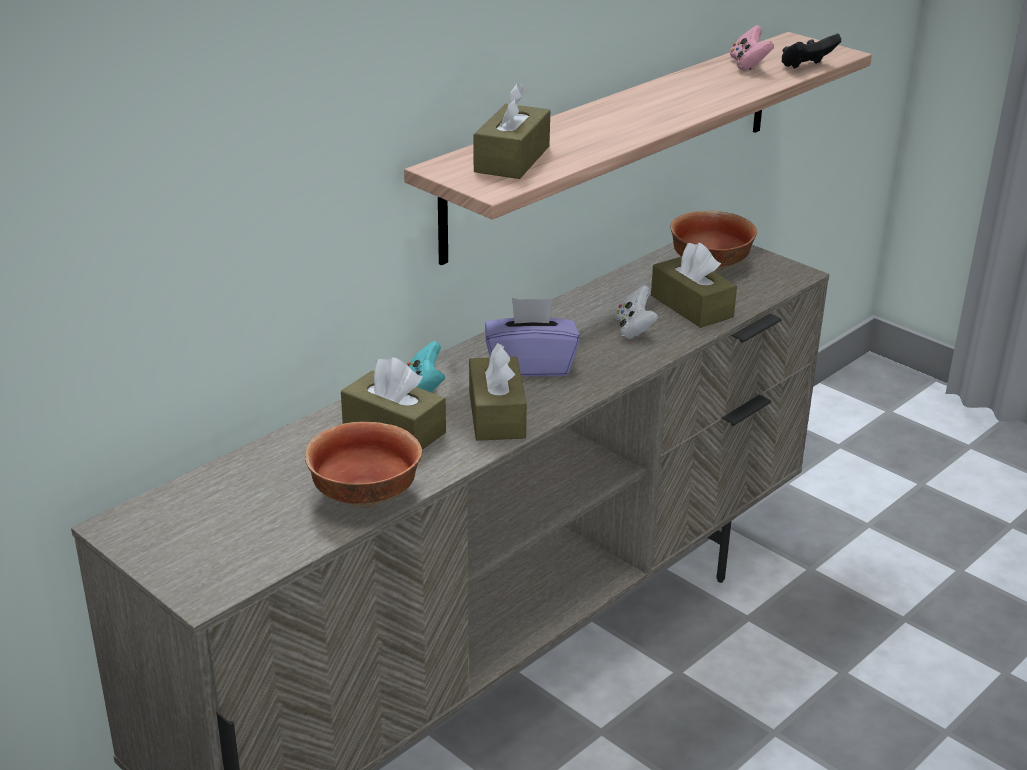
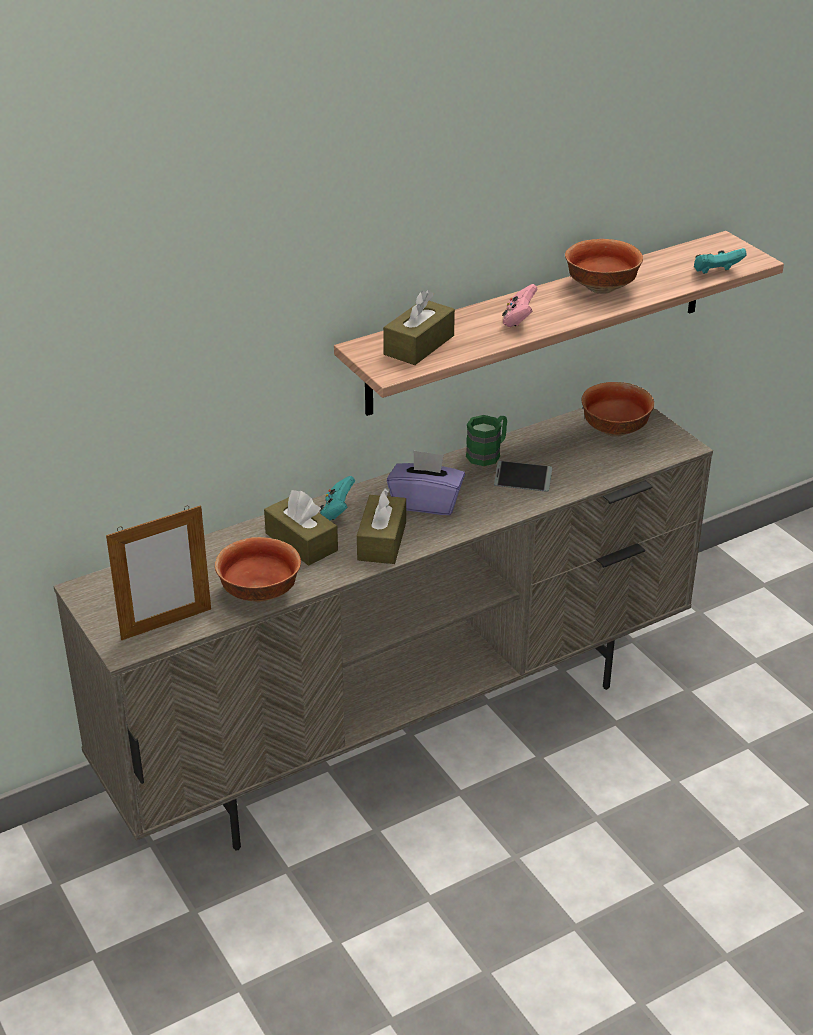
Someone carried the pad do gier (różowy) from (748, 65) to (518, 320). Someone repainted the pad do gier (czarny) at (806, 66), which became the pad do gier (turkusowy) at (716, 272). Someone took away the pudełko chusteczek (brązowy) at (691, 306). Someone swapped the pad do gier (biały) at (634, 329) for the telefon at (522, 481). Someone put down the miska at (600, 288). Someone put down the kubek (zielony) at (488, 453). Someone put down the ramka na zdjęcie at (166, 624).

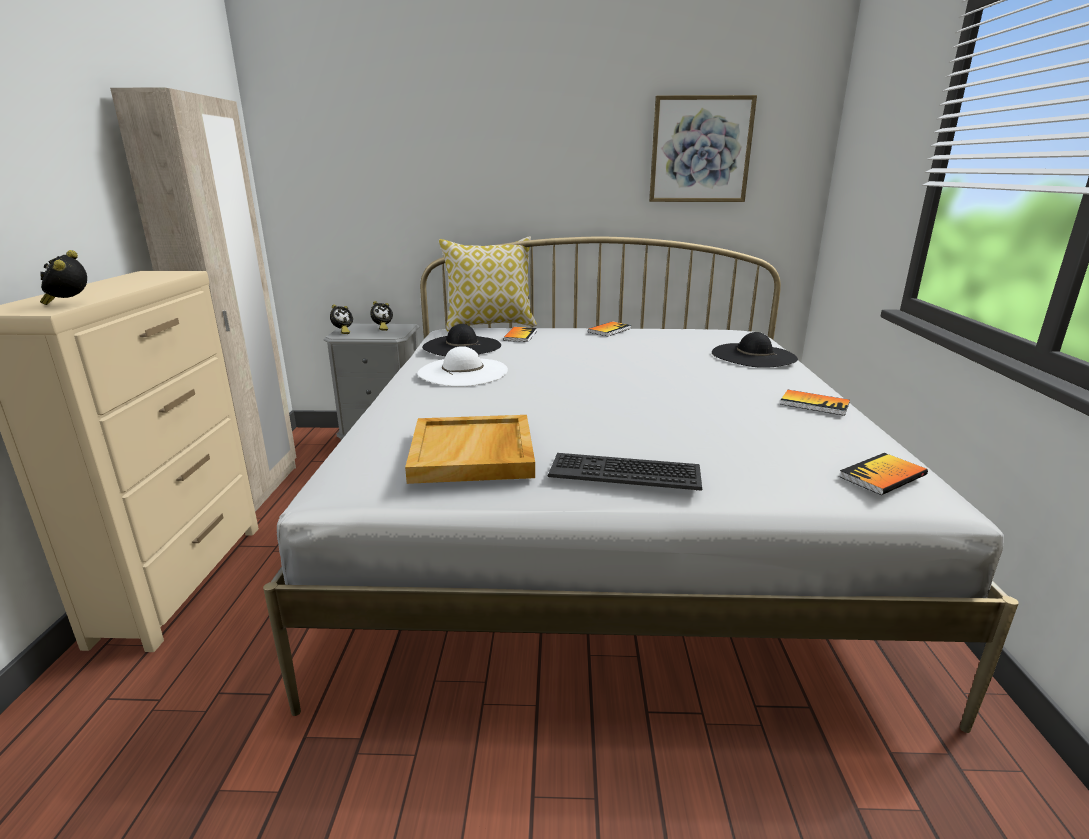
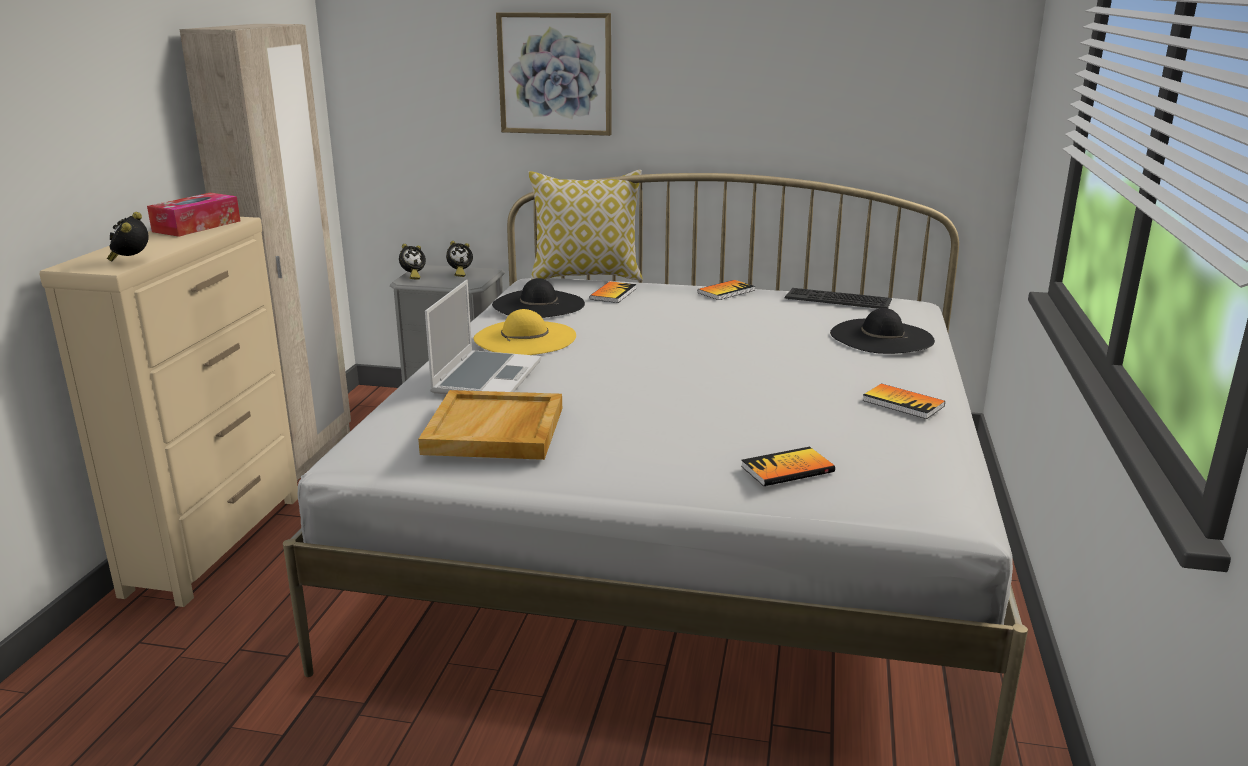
Someone carried the obraz from (700, 150) to (555, 74). Someone repainted the kapelusz (biały) at (463, 372), which became the kapelusz (żółty) at (525, 338). Someone carried the klawiatura from (625, 472) to (838, 299). Someone carried the książka from (882, 476) to (787, 469). Someone put down the pudełko chusteczek at (197, 226). Someone put down the laptop at (486, 377).

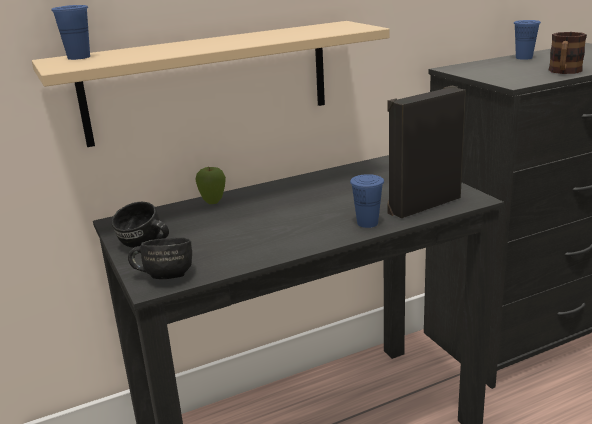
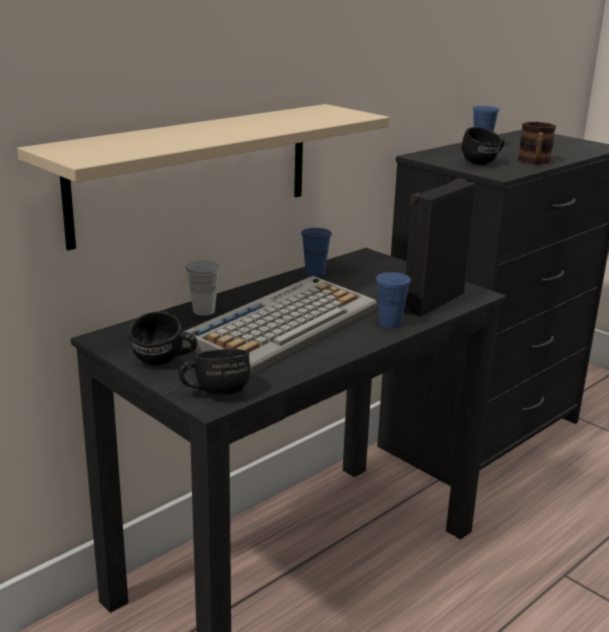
Someone carried the filiżanka (niebieski) from (79, 57) to (315, 272). Someone swapped the jabłko at (213, 203) for the filiżanka (biały) at (204, 311). Someone put down the kubek (czarny) at (484, 163). Someone put down the klawiatura at (283, 325).

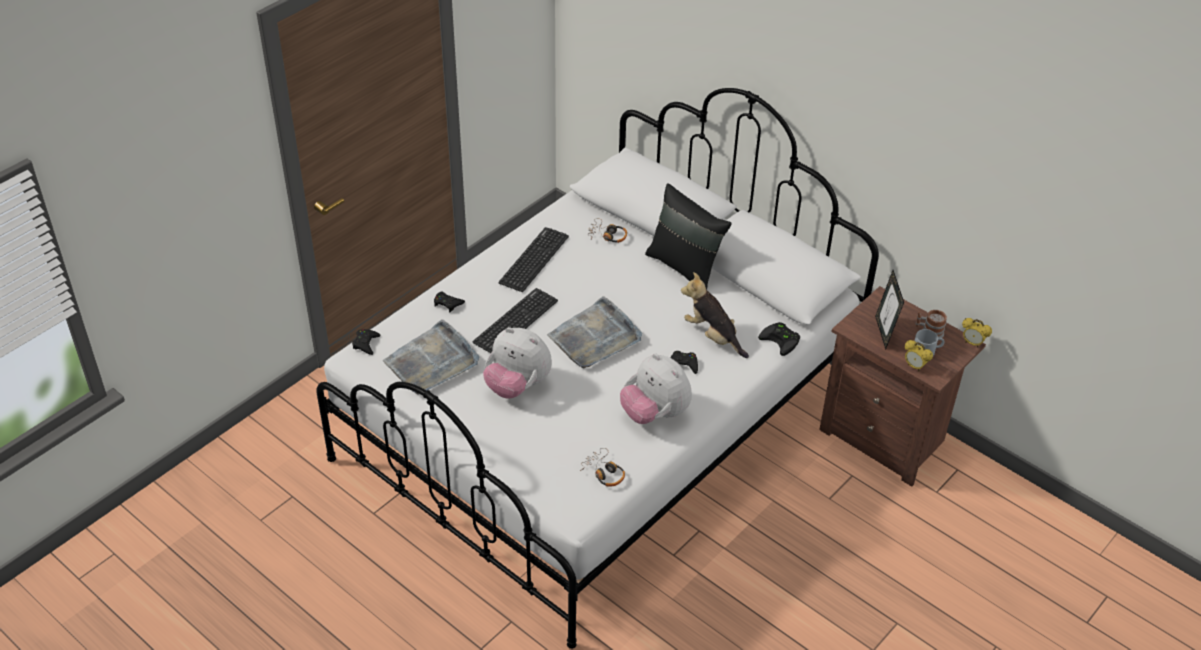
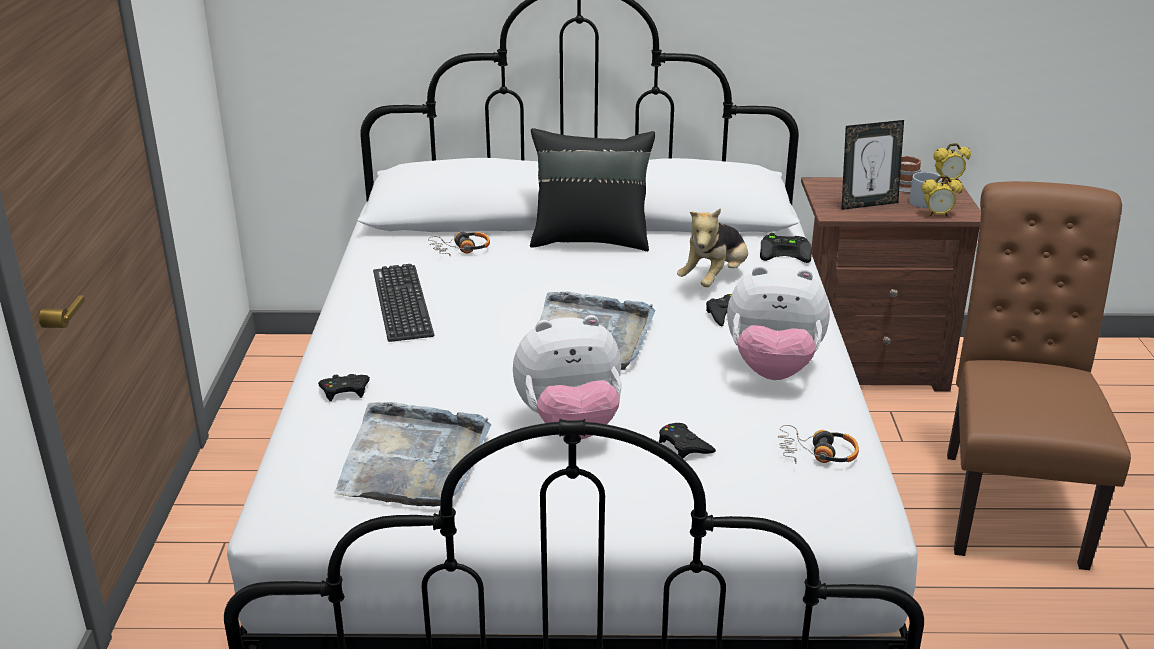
Someone rotated the ramka na zdjęcie at (884, 332) by 60 degrees counterclockwise. Someone rotated the pluszak at (713, 336) by 60 degrees counterclockwise. Someone took away the klawiatura at (515, 322). Someone carried the pad do gier (czarny) from (366, 344) to (684, 445). Someone put down the krzesło (brązowy) at (1009, 500).

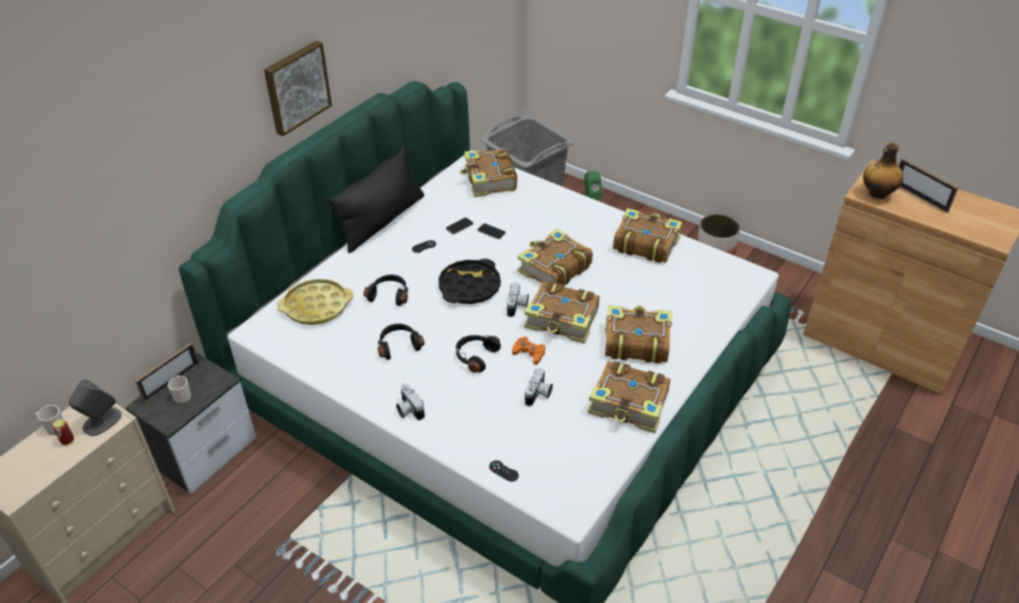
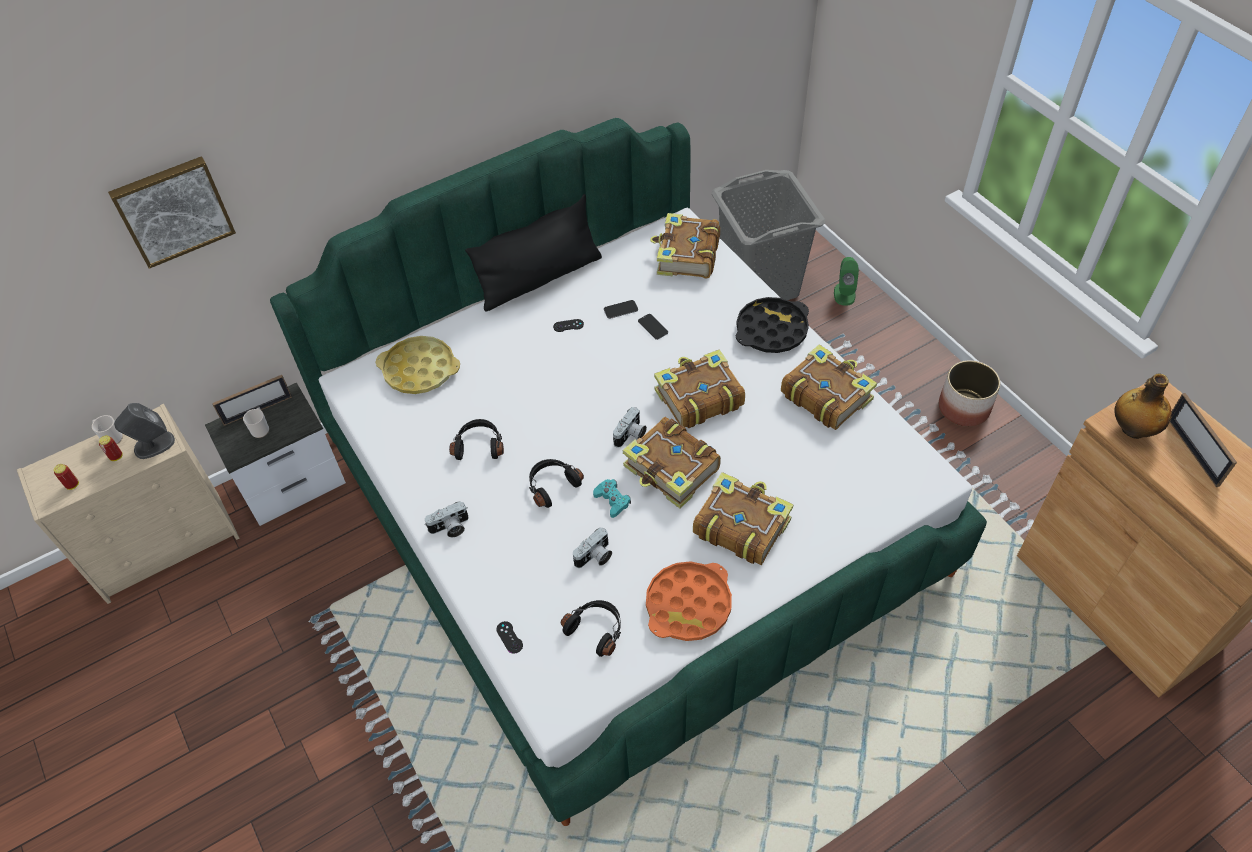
Someone carried the obraz from (296, 87) to (173, 210). Someone carried the taca (czarny) from (469, 287) to (771, 330). Someone carried the słuchawki (czarny) from (389, 295) to (596, 629). Someone repainted the pad do gier (pomarańczowy) at (529, 353), which became the pad do gier (turkusowy) at (612, 500). Someone swapped the książka at (629, 405) for the taca (pomarańczowy) at (688, 605). Someone rotated the aparat fotograficzny at (408, 410) by 105 degrees counterclockwise. Someone put down the puszka at (72, 485).

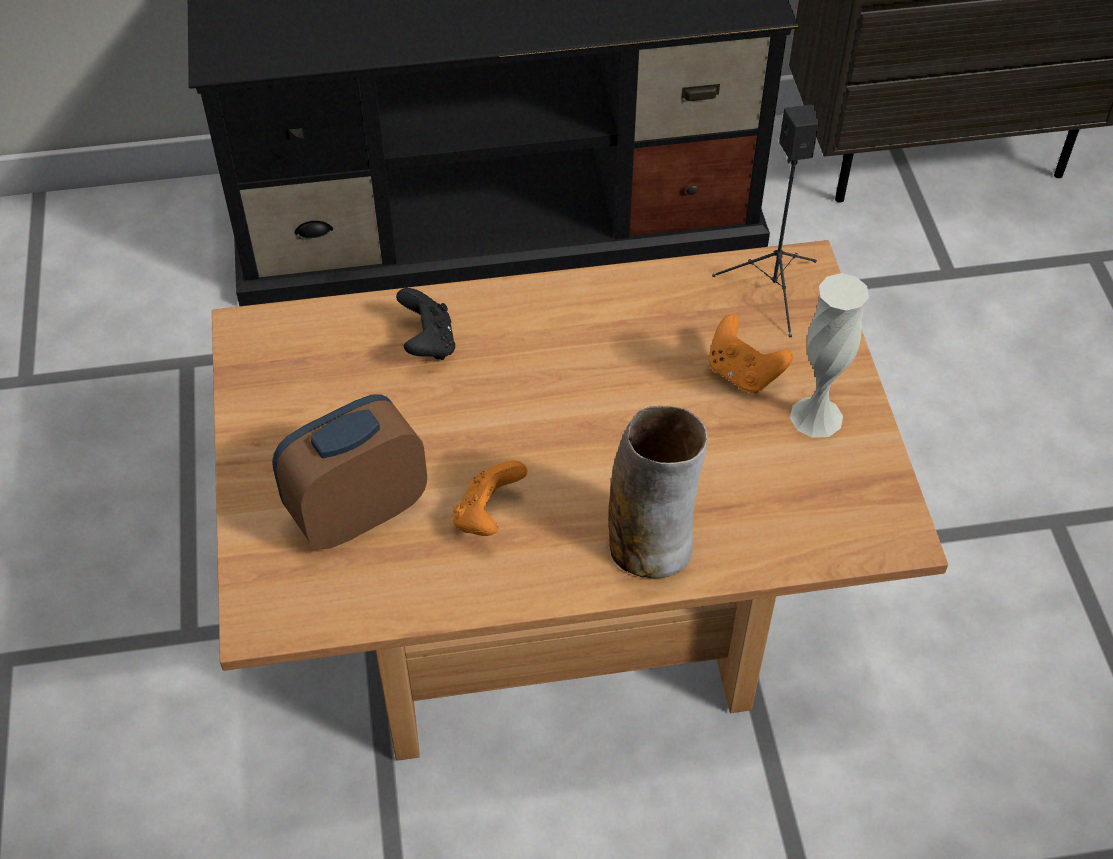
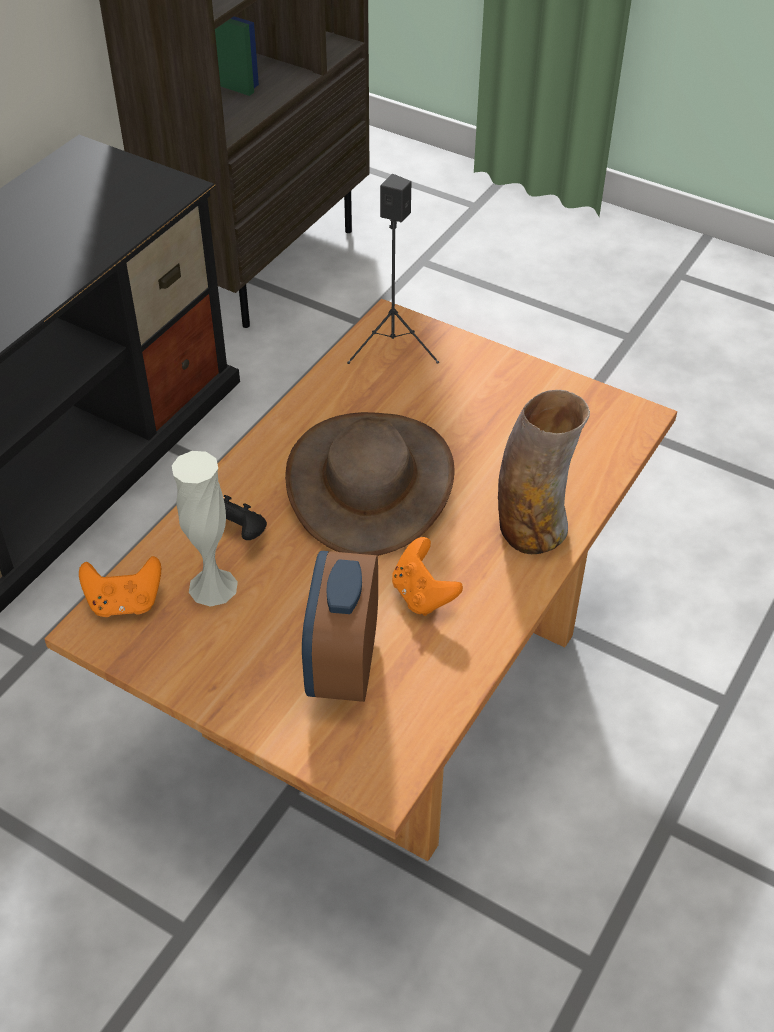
Someone carried the wazon (biały) from (816, 417) to (213, 587). Someone carried the pad do gier (pomarańczowy) from (743, 374) to (125, 603). Someone put down the kapelusz (brązowy) at (371, 483).

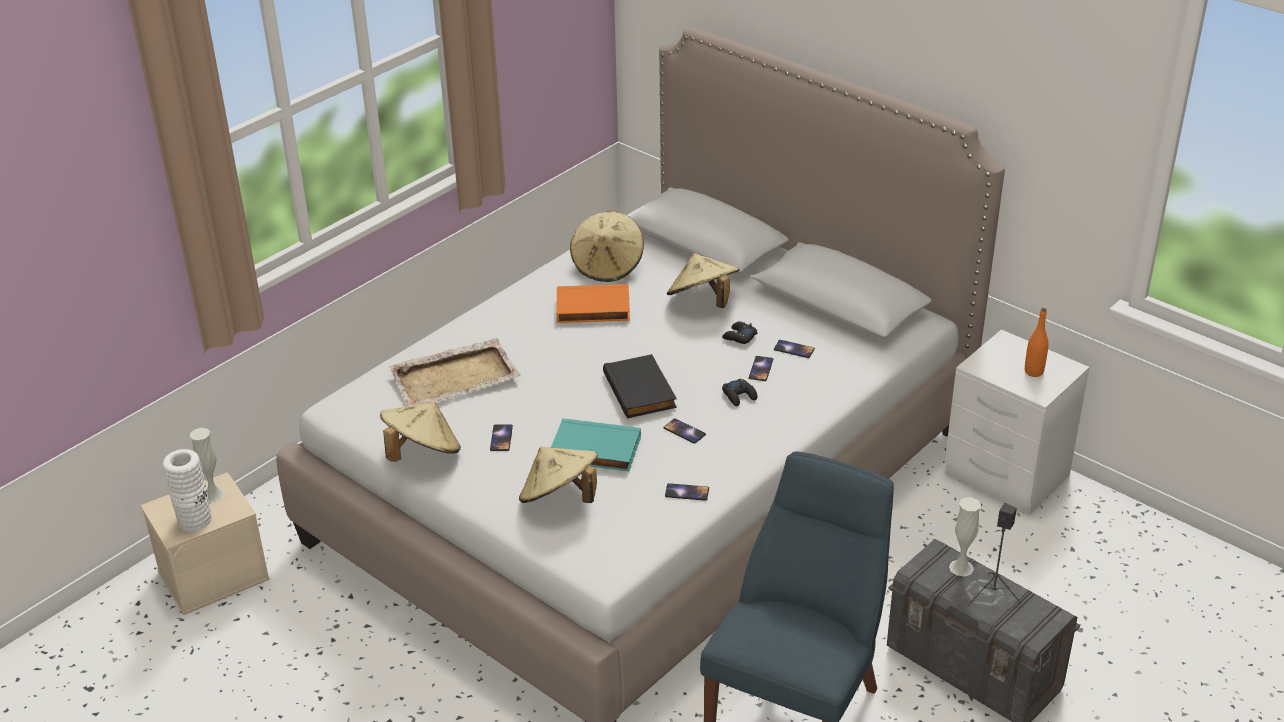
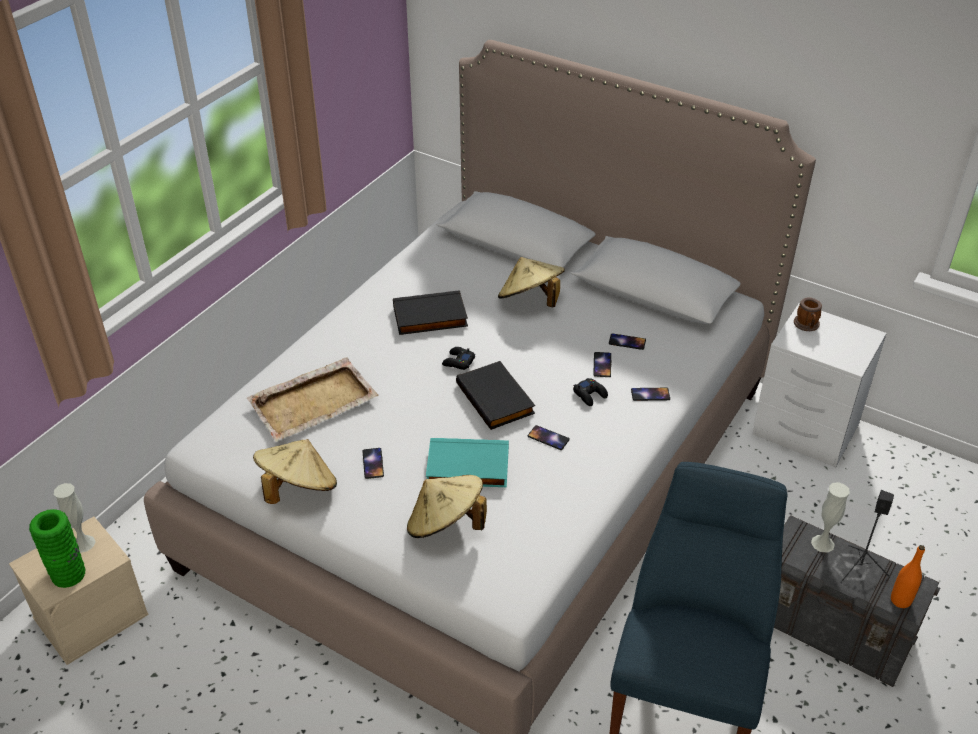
Someone took away the kapelusz (beżowy) at (608, 266). Someone repainted the książka (pomarańczowy) at (592, 309), which became the książka (czarny) at (429, 318). Someone carried the butelka (pomarańczowy) from (1033, 372) to (900, 600). Someone carried the pad do gier (czarny) from (739, 337) to (458, 362). Someone repainted the wazon (biały) at (195, 520), which became the wazon (zielony) at (68, 574). Someone carried the telefon from (687, 492) to (650, 394). Someone put down the kubek at (807, 325).

